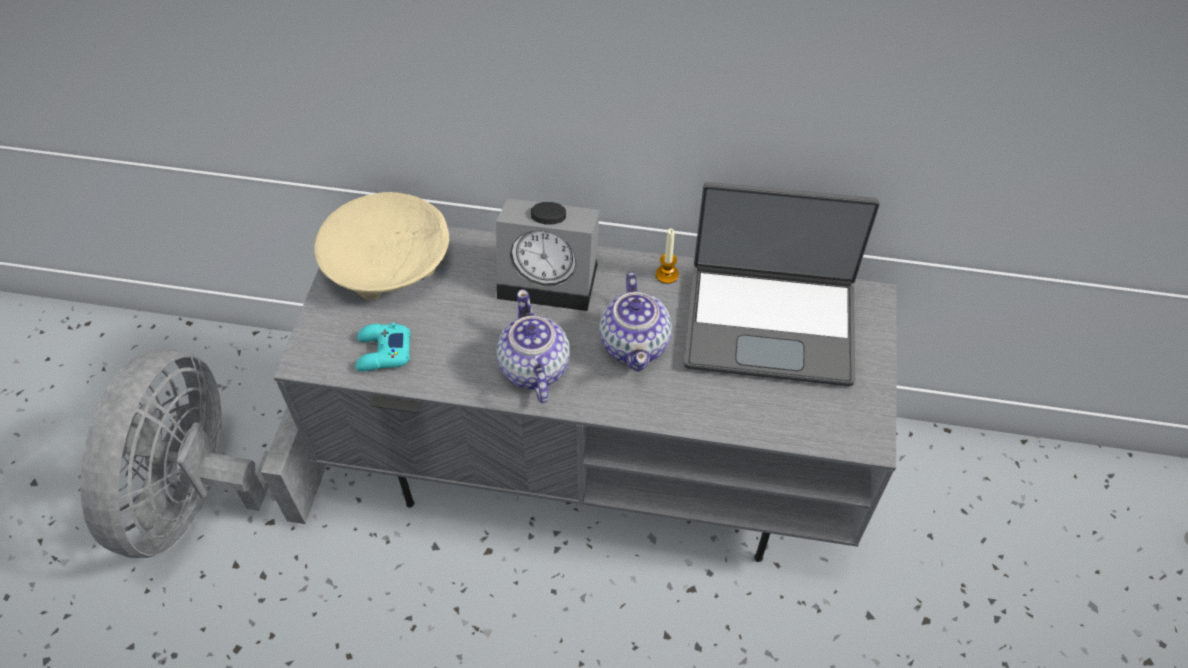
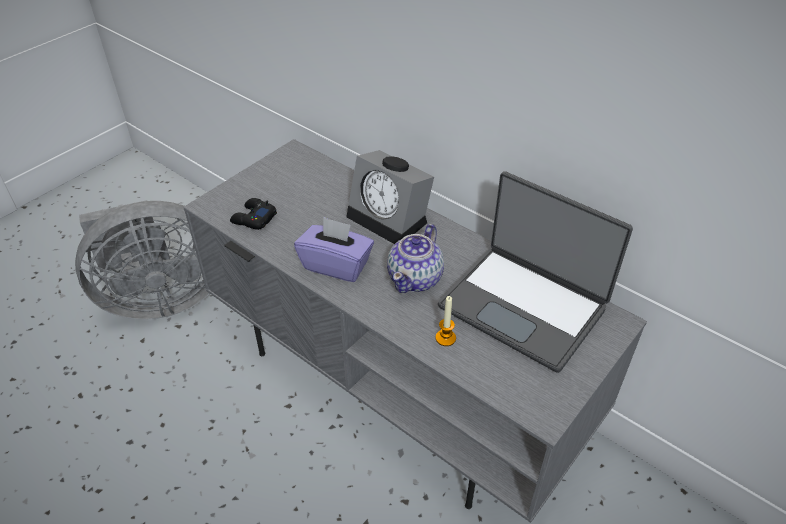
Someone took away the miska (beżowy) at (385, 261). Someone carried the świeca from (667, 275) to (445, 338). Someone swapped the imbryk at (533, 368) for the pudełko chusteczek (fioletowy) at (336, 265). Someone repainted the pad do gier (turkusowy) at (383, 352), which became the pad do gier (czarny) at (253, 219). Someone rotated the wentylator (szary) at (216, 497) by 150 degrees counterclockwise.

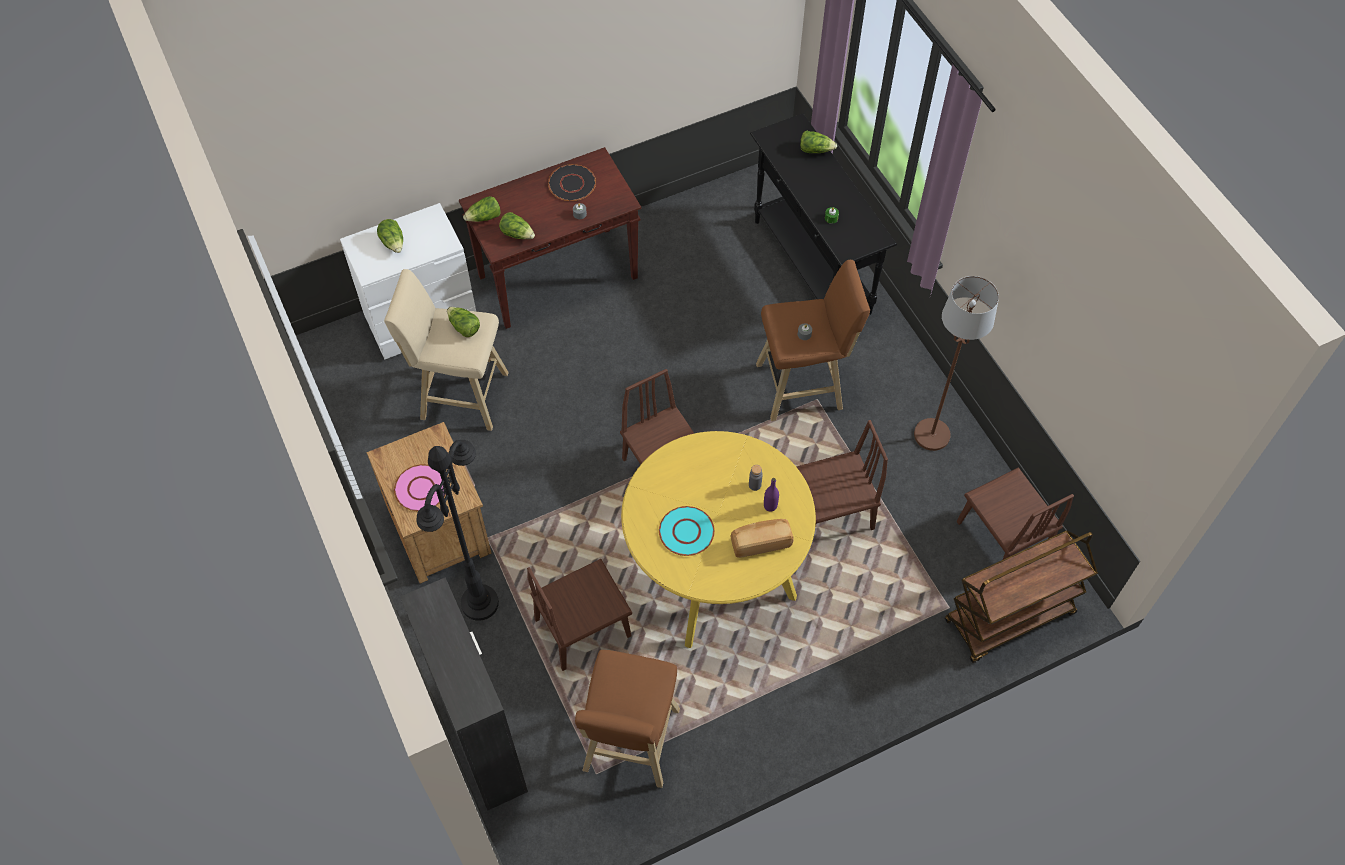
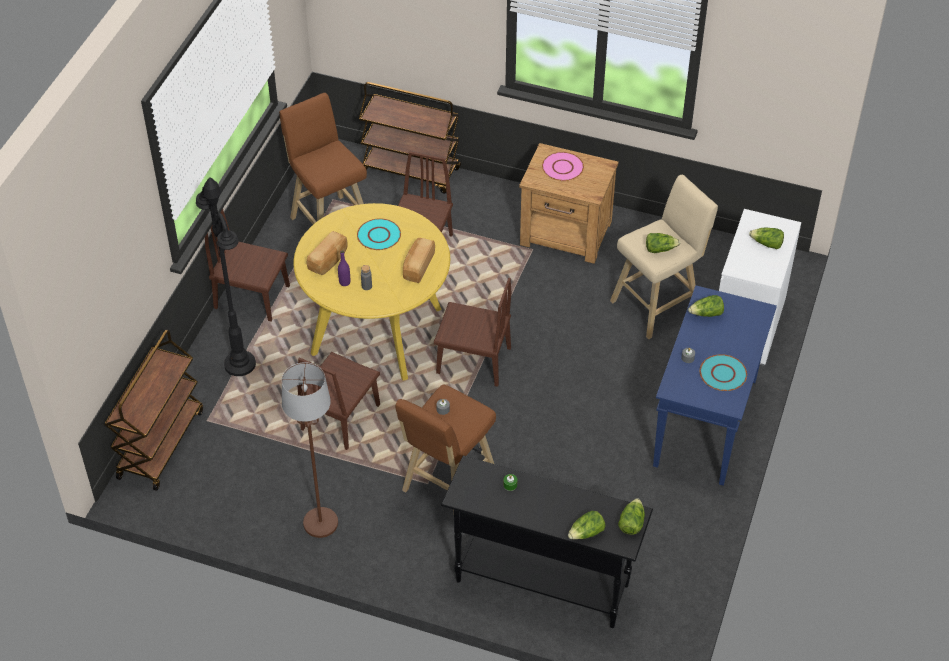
Someone repainted the stolik konsolowy (brązowy) at (559, 276), which became the stolik konsolowy (niebieski) at (706, 424). Someone repainted the talerz (czarny) at (572, 183), which became the talerz (turkusowy) at (723, 374). Someone carried the sałata from (484, 217) to (631, 523). Someone carried the lampa stojąca (czarny) from (480, 604) to (239, 364). Someone carried the krzesło (brązowy) from (1002, 538) to (252, 297). Someone swapped the szafka (czarny) at (481, 739) for the wózek (brązowy) at (411, 171). Someone put down the chleb at (417, 266).

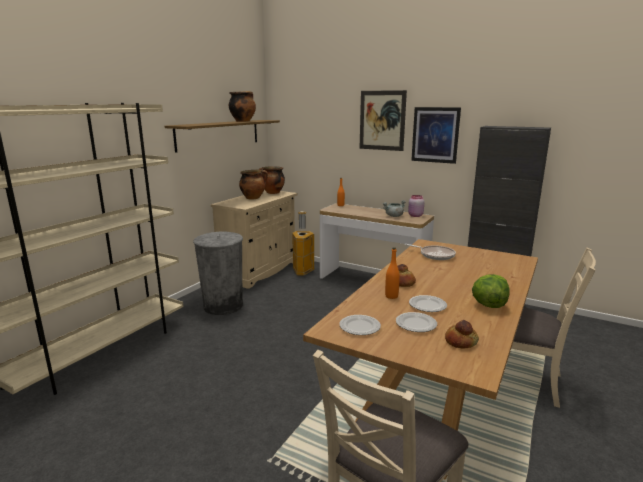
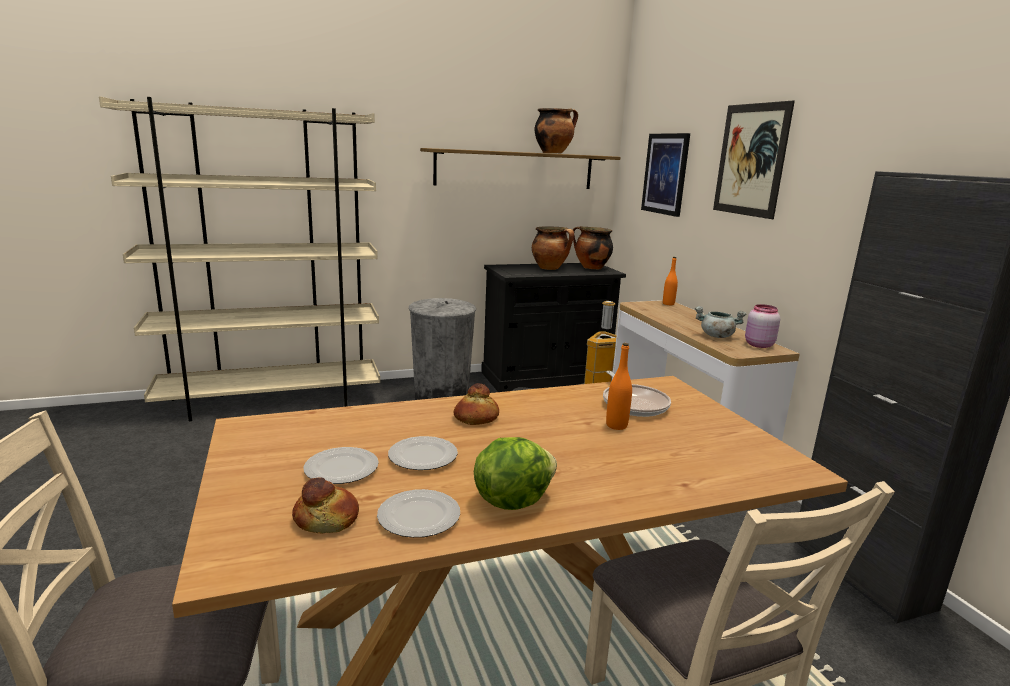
Someone carried the obraz from (435, 135) to (665, 174). Someone repainted the szafka (beżowy) at (259, 270), which became the szafka (czarny) at (546, 377). Someone carried the butelka (pomarańczowy) from (391, 296) to (616, 425). Someone carried the talerz from (360, 327) to (419, 517).

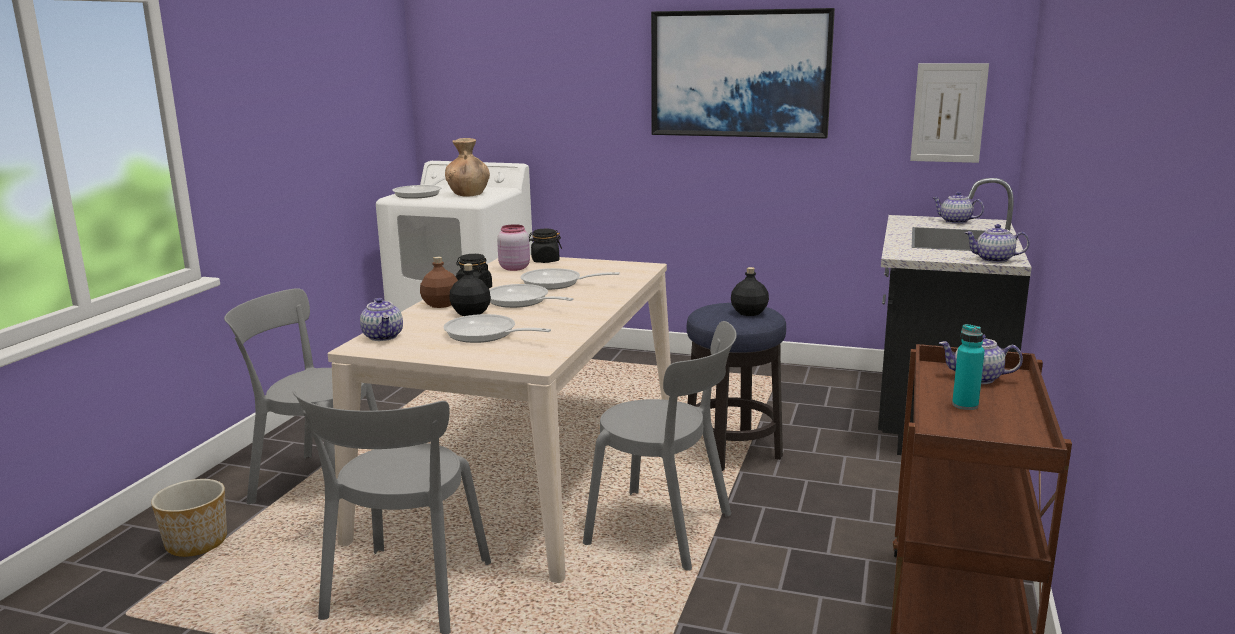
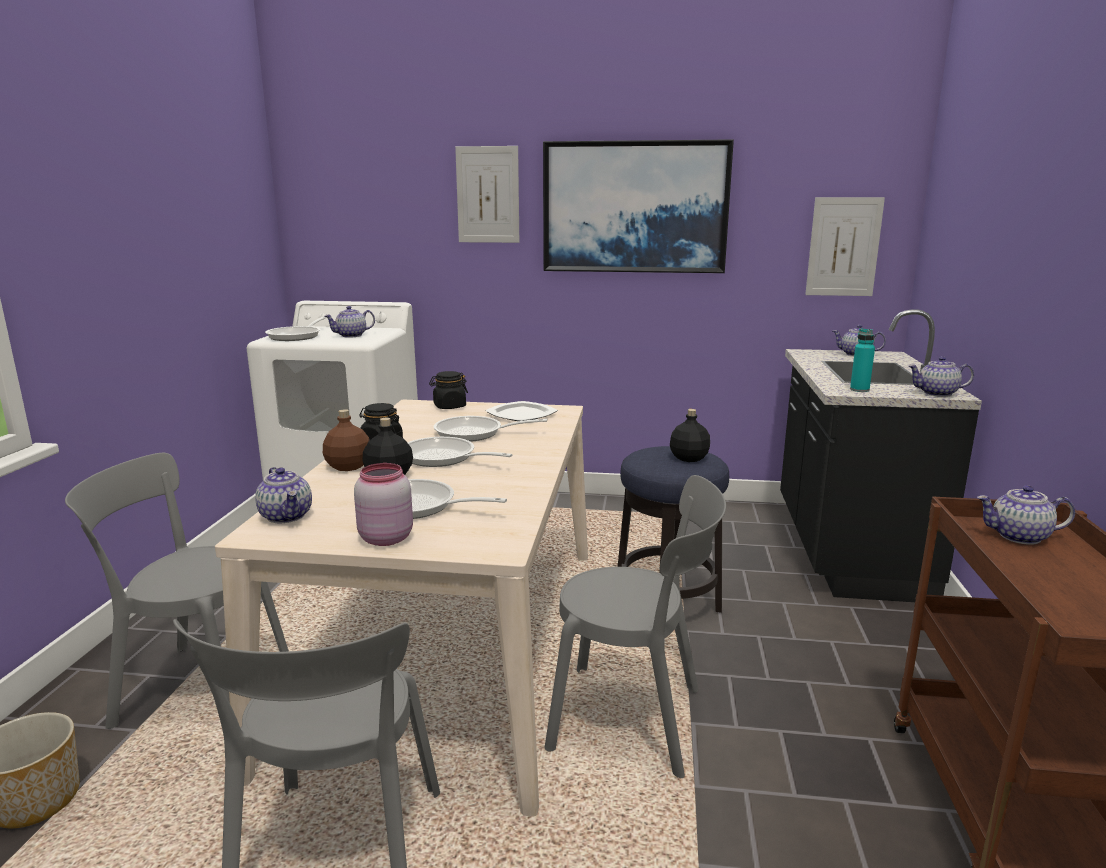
Someone swapped the wazon (brązowy) at (468, 194) for the imbryk at (351, 335). Someone carried the słoik (różowy) from (514, 268) to (385, 538). Someone carried the butelka (turkusowy) from (965, 405) to (859, 390). Someone put up the obraz at (488, 195). Someone put down the talerz at (521, 414).

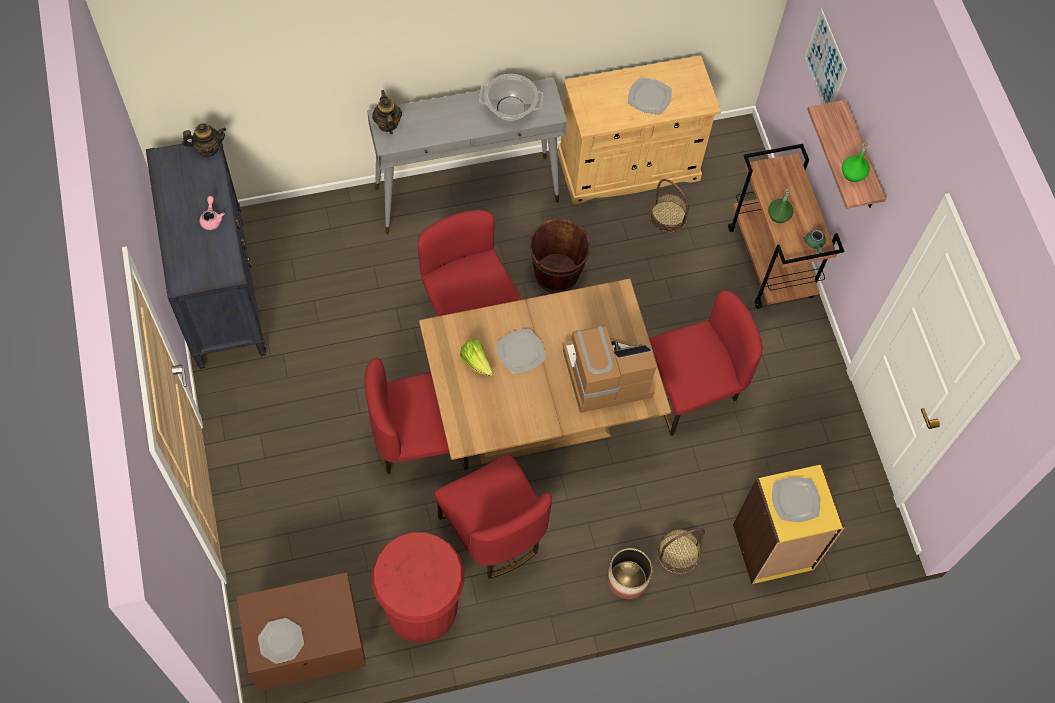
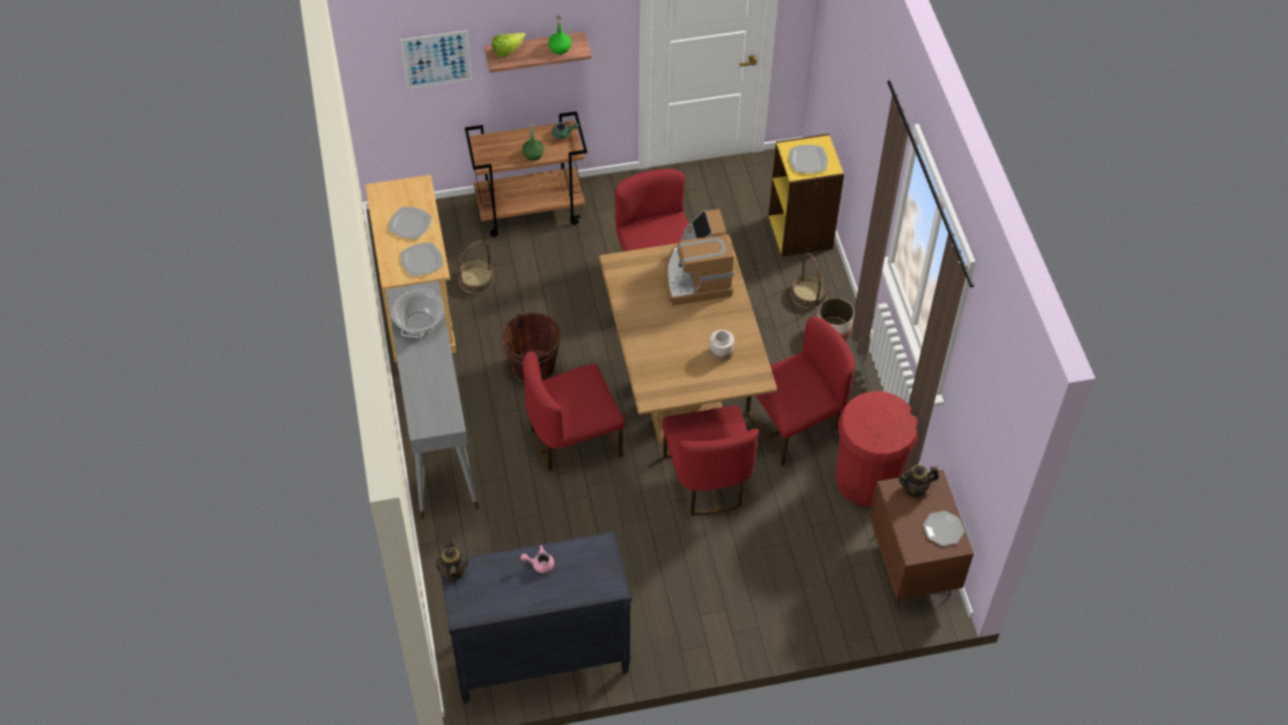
Someone carried the imbryk from (387, 124) to (915, 488). Someone carried the talerz from (521, 352) to (422, 260). Someone carried the sałata from (476, 362) to (507, 50). Someone put down the słoik at (721, 352).

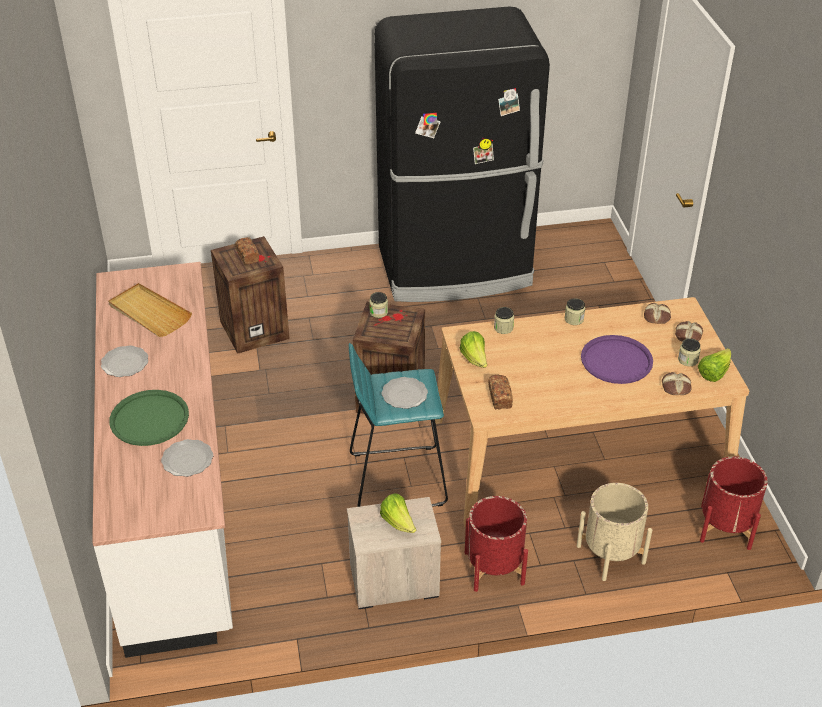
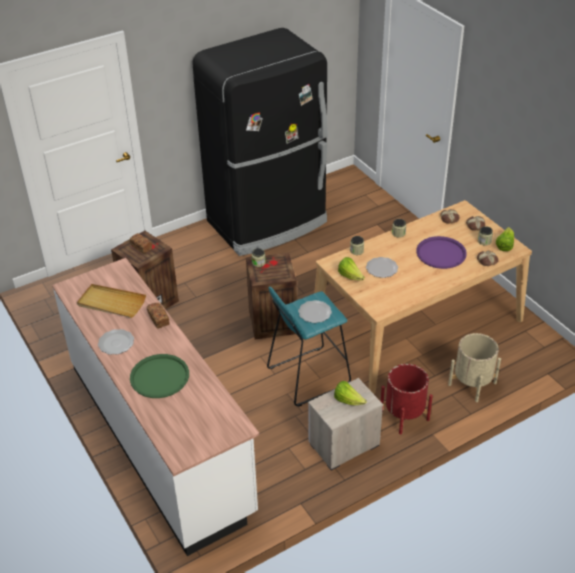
Someone carried the chleb from (500, 398) to (158, 319). Someone carried the talerz from (187, 460) to (382, 269). Someone took away the donica (czerwony) at (725, 527).

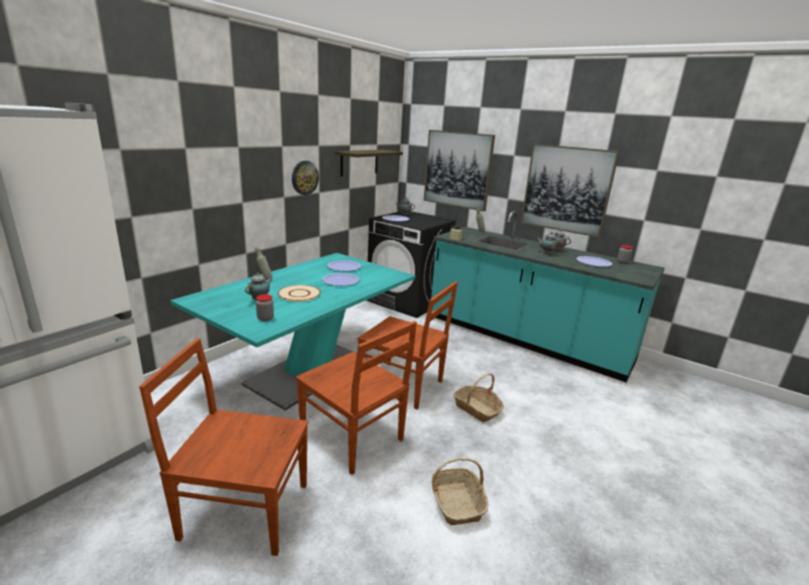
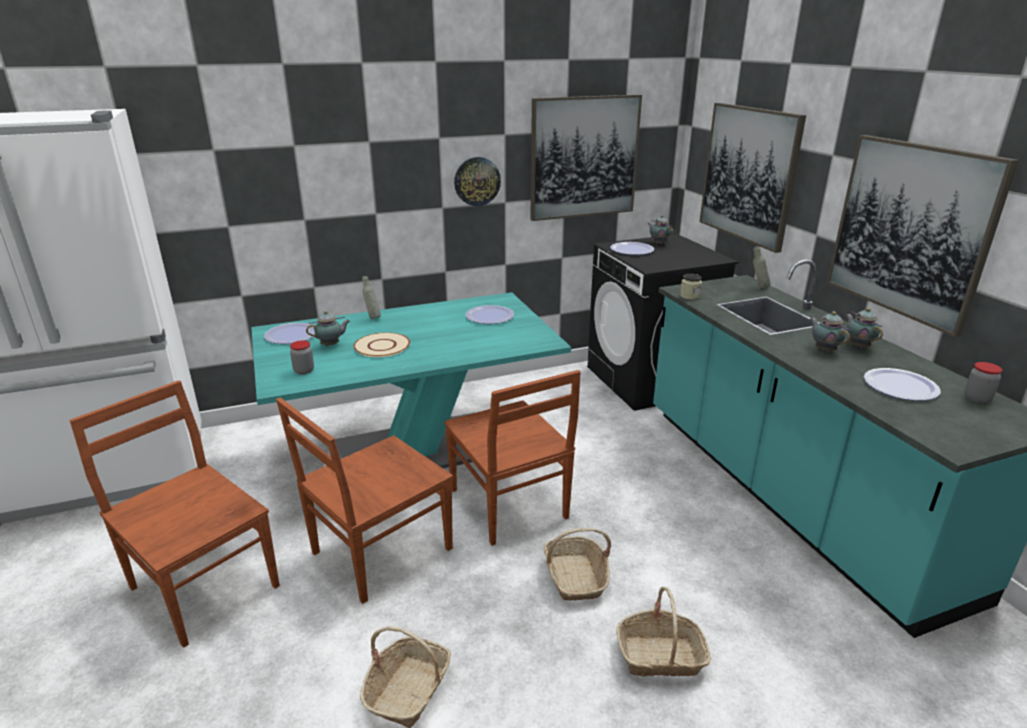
Someone swapped the półka at (359, 162) for the obraz at (584, 157). Someone carried the talerz from (340, 280) to (291, 335). Someone rotated the krzesło (brązowy) at (353, 438) by 60 degrees clockwise. Someone put down the koszyk at (660, 656).

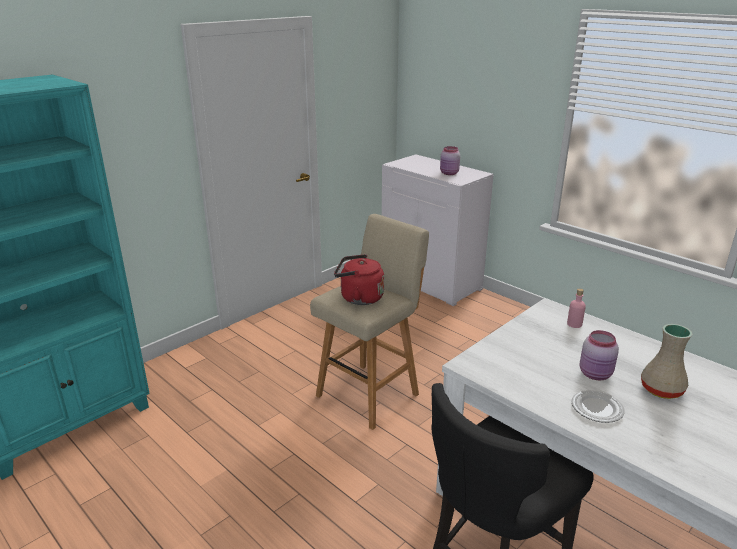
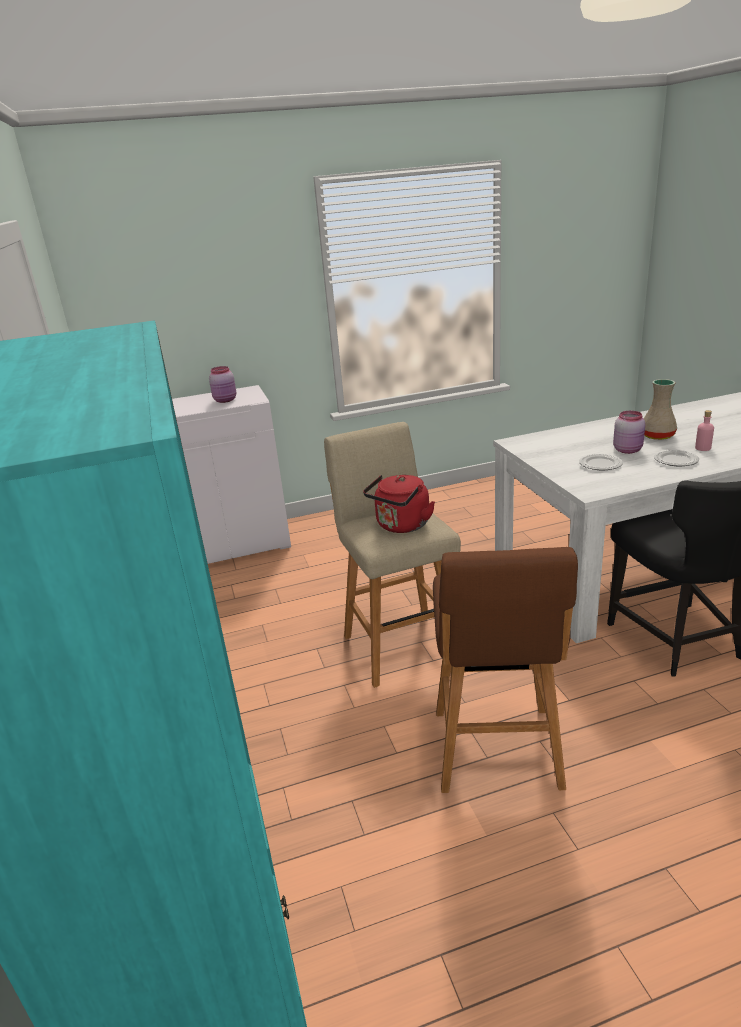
Someone carried the butelka (różowy) from (574, 324) to (702, 448). Someone put down the talerz at (600, 464). Someone put down the stołek (brązowy) at (496, 752).

